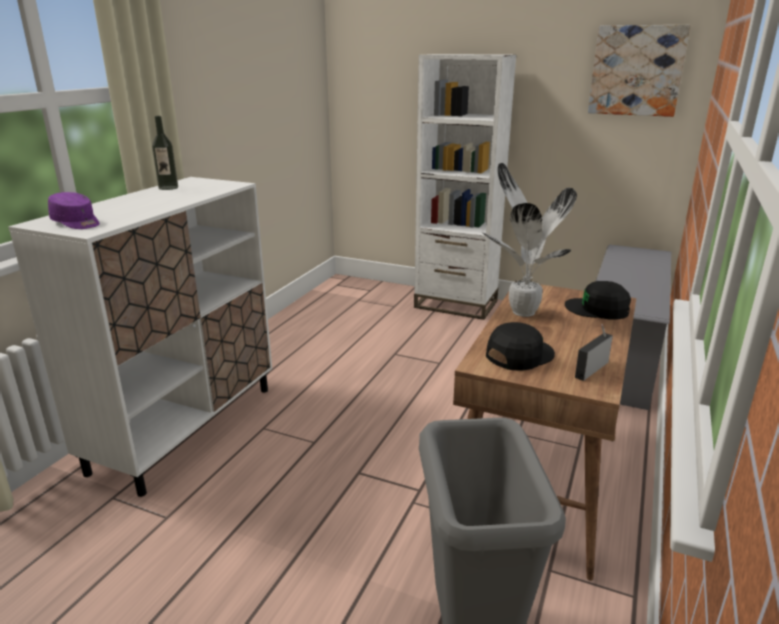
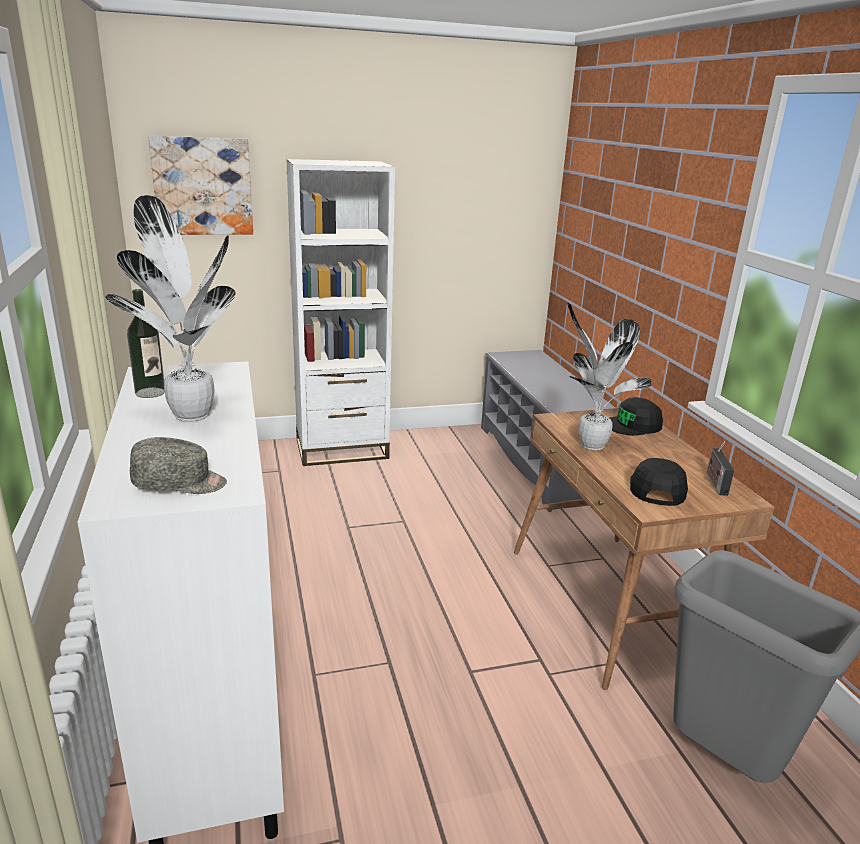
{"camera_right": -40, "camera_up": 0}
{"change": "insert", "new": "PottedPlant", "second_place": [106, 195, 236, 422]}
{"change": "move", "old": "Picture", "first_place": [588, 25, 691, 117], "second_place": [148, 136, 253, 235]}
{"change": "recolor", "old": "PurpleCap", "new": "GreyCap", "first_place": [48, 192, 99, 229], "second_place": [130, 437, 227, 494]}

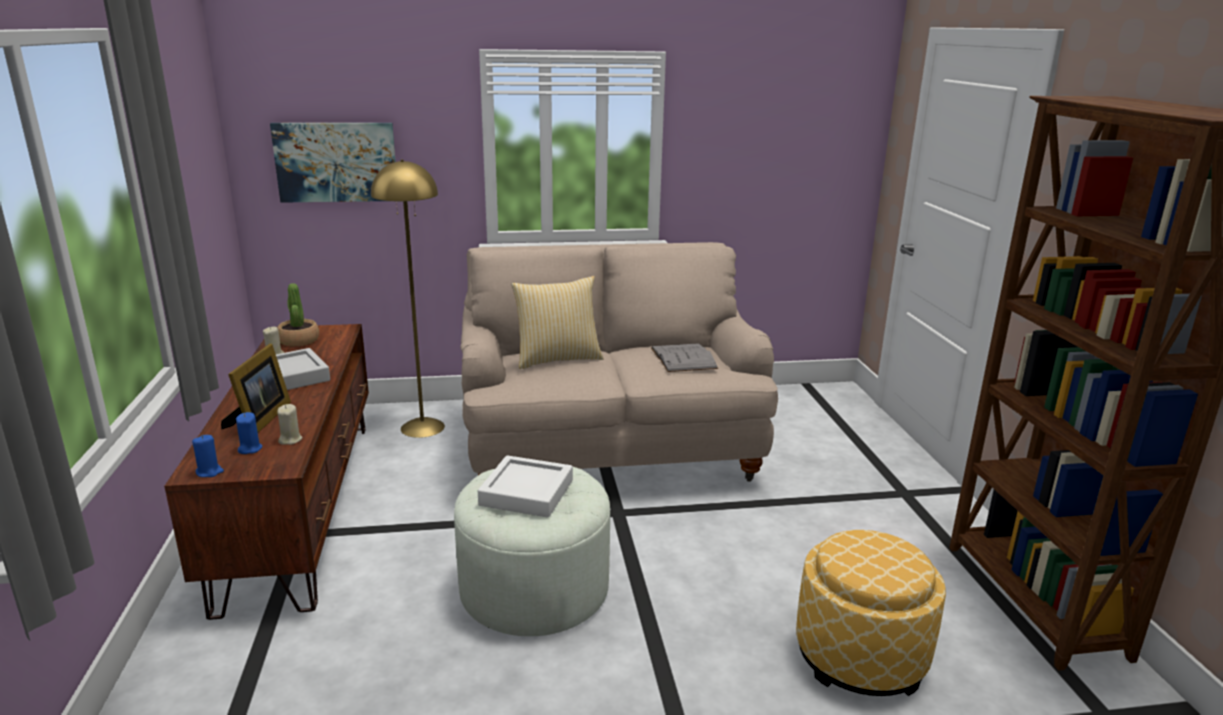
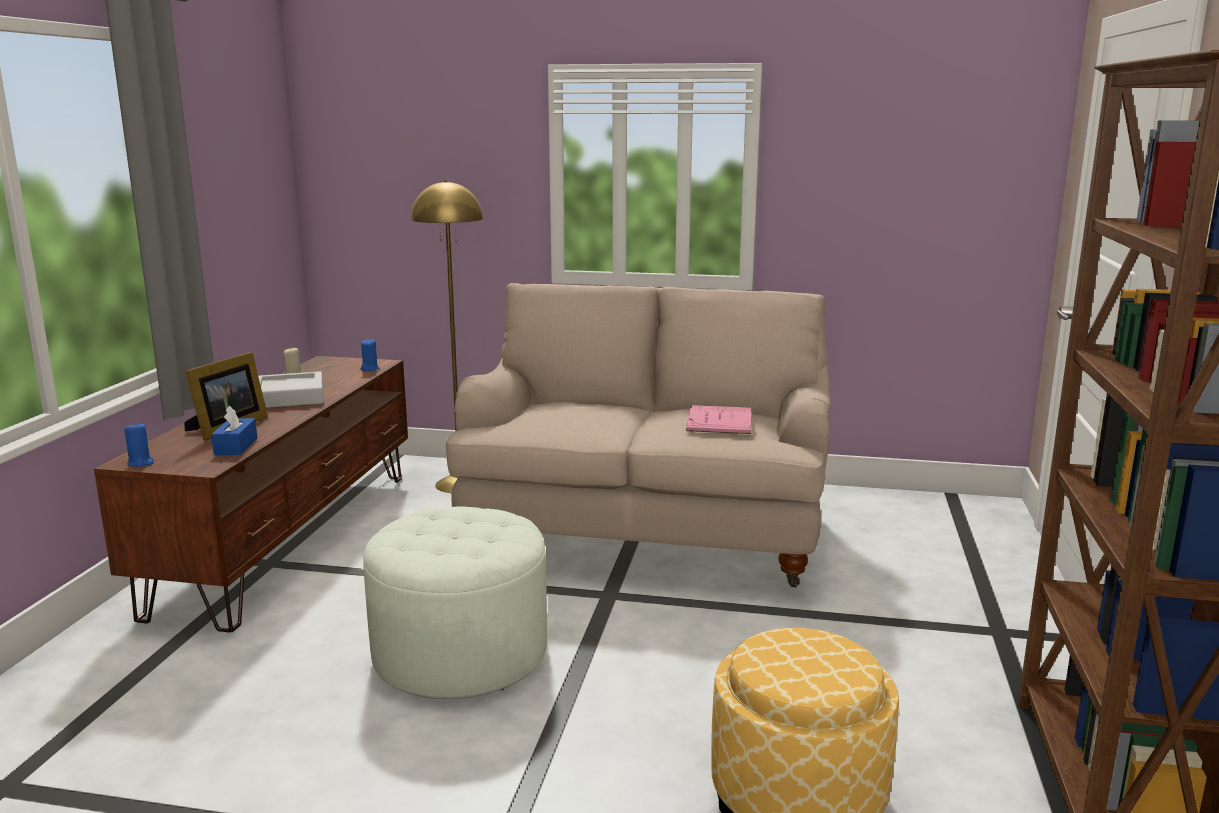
{"camera_right": 20, "camera_up": -5}
{"change": "delete", "old": "Picture", "first_place": [270, 123, 396, 203]}
{"change": "delete", "old": "PottedPlant", "first_place": [278, 283, 319, 346]}
{"change": "delete", "old": "WhiteTray", "first_place": [478, 455, 573, 518]}
{"change": "delete", "old": "Pillow", "first_place": [511, 276, 604, 369]}
{"change": "move", "old": "BlueCandle", "first_place": [236, 412, 262, 454], "second_place": [361, 339, 380, 371]}
{"change": "replace", "old": "BeigeCandle", "new": "BlueTissueBox", "first_place": [277, 404, 303, 445], "second_place": [211, 405, 257, 455]}
{"change": "recolor", "old": "GreyBook", "new": "PinkBook", "first_place": [651, 343, 718, 372], "second_place": [686, 405, 752, 434]}

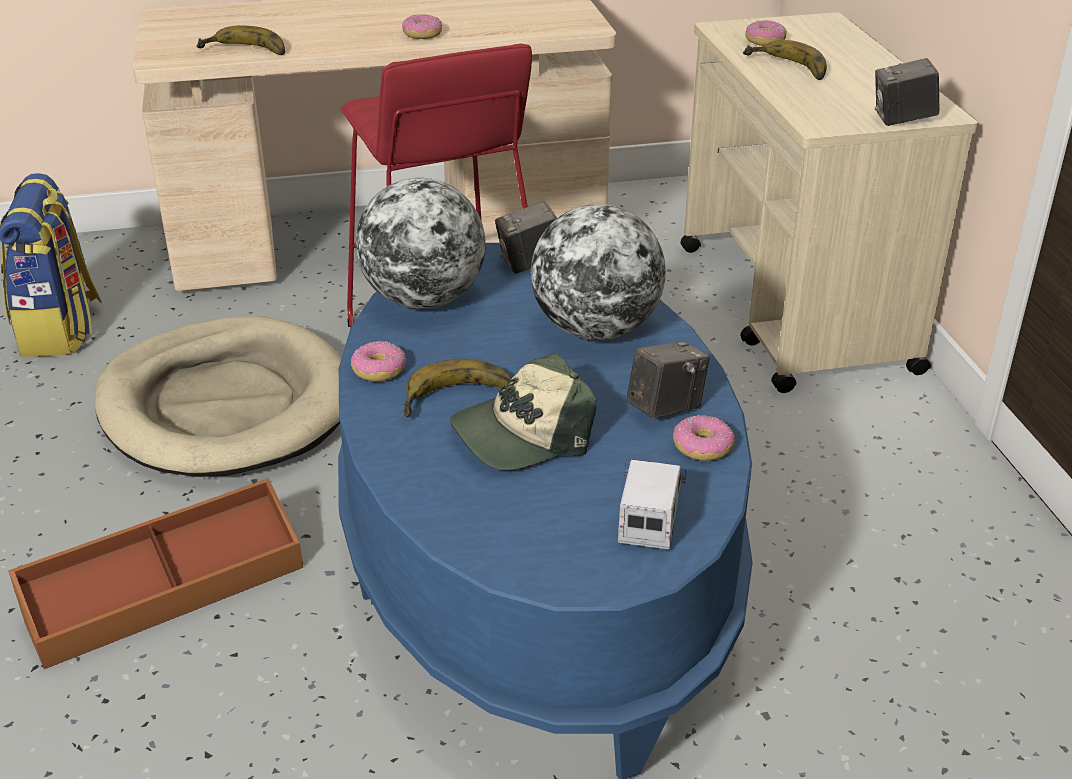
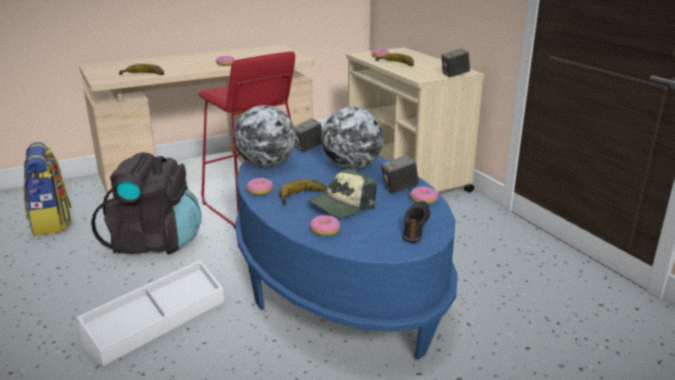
{"camera_right": -15, "camera_up": -10}
{"change": "insert", "new": "Donut", "second_place": [310, 215, 340, 236]}
{"change": "replace", "old": "BeigeDogBed", "new": "BlackBackpack", "first_place": [95, 316, 341, 477], "second_place": [91, 152, 202, 255]}
{"change": "replace", "old": "ToyTruck", "new": "BlackShoe", "first_place": [618, 460, 686, 550], "second_place": [402, 201, 430, 243]}
{"change": "recolor", "old": "BrownStorageBox", "new": "WhiteStorageBox", "first_place": [8, 478, 303, 669], "second_place": [77, 260, 224, 366]}
{"change": "rotate", "old": "PhotoCamera", "first_place": [626, 341, 710, 418], "second_place": [381, 155, 419, 194], "degrees": -150}

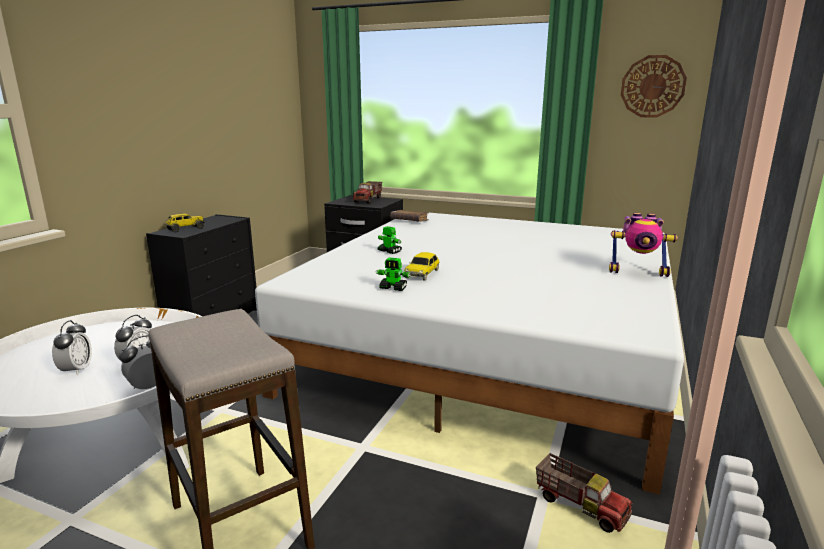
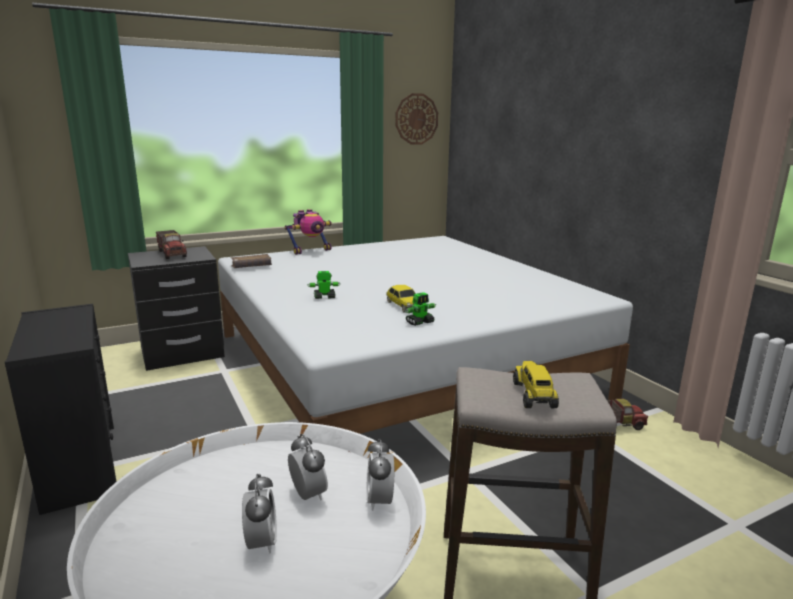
{"camera_right": -50, "camera_up": 0}
{"change": "move", "old": "ToyTruck", "first_place": [163, 213, 205, 233], "second_place": [513, 361, 559, 408]}
{"change": "move", "old": "ToyRobot", "first_place": [609, 213, 678, 277], "second_place": [285, 209, 332, 255]}
{"change": "rotate", "old": "AlarmClock", "first_place": [52, 320, 92, 375], "second_place": [242, 474, 277, 554], "degrees": 45}

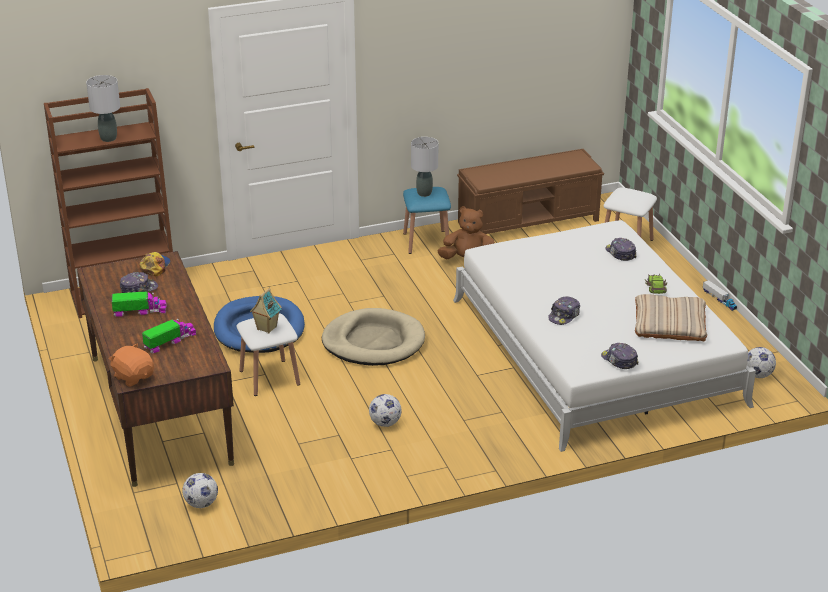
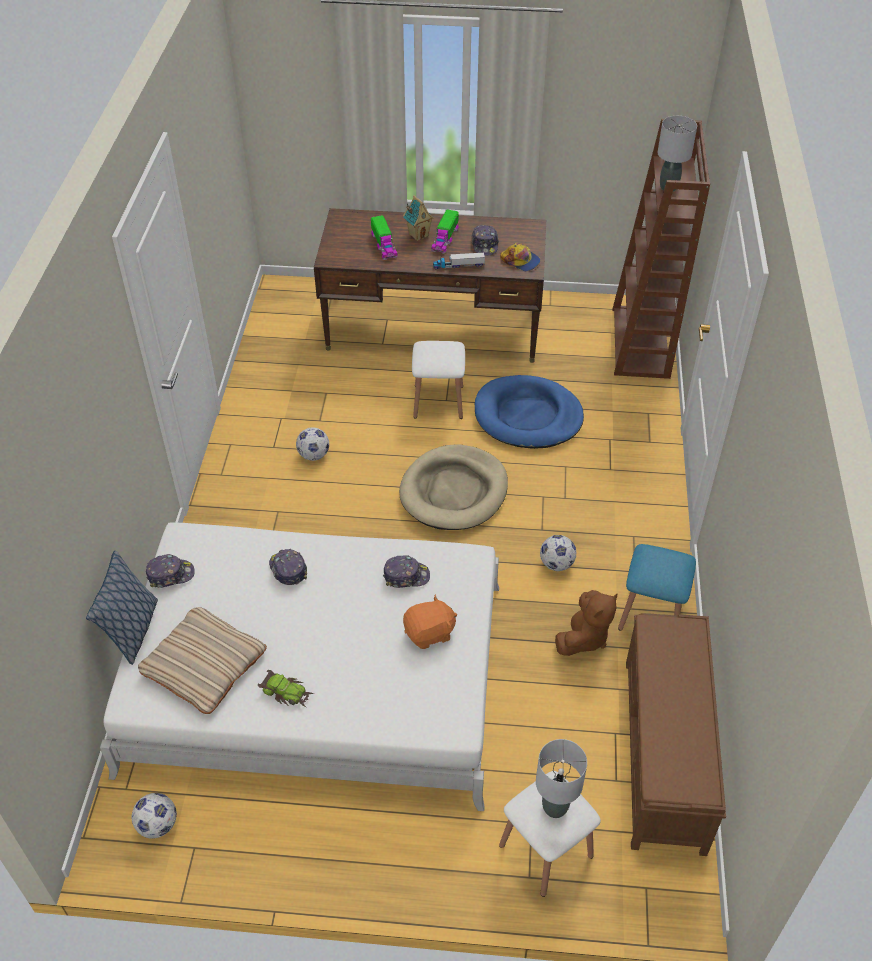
{"camera_right": 115, "camera_up": 15}
{"change": "insert", "new": "Pillow", "second_place": [86, 551, 158, 665]}
{"change": "move", "old": "OrangePlushToy", "first_place": [109, 343, 154, 387], "second_place": [403, 595, 457, 649]}
{"change": "move", "old": "Football", "first_place": [182, 473, 218, 508], "second_place": [540, 535, 576, 571]}
{"change": "move", "old": "ToyHouse", "first_place": [250, 288, 282, 334], "second_place": [403, 196, 434, 241]}
{"change": "move", "old": "GreyTableLamp", "first_place": [411, 137, 438, 197], "second_place": [536, 739, 587, 818]}
{"change": "move", "old": "Cap", "first_place": [605, 238, 637, 261], "second_place": [383, 556, 430, 588]}
{"change": "move", "old": "ToyTruck", "first_place": [703, 280, 737, 311], "second_place": [433, 253, 485, 269]}

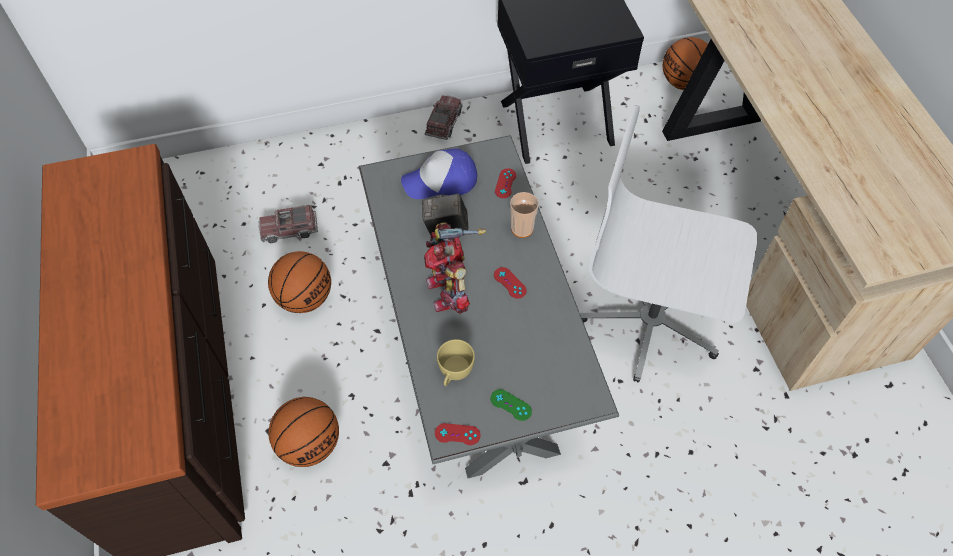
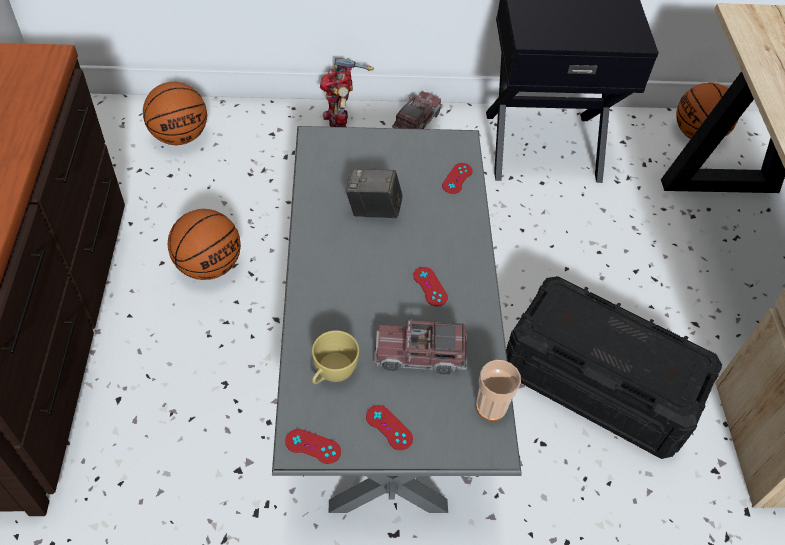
{"camera_right": 10, "camera_up": -5}
{"change": "delete", "old": "Cap", "first_place": [401, 148, 477, 199]}
{"change": "move", "old": "ToyTruck", "first_place": [258, 205, 318, 244], "second_place": [374, 319, 467, 375]}
{"change": "move", "old": "Basketball", "first_place": [269, 397, 339, 467], "second_place": [143, 82, 207, 145]}
{"change": "move", "old": "ToyRobot", "first_place": [424, 222, 486, 314], "second_place": [320, 58, 374, 127]}
{"change": "move", "old": "Cup", "first_place": [510, 192, 539, 238], "second_place": [476, 360, 521, 421]}
{"change": "replace", "old": "WhiteOfficeChair", "new": "BlackStorageBox", "first_place": [580, 105, 758, 382], "second_place": [506, 276, 722, 459]}
{"change": "recolor", "old": "GreenGameController", "new": "RedGameController", "first_place": [490, 389, 532, 421], "second_place": [366, 405, 413, 450]}

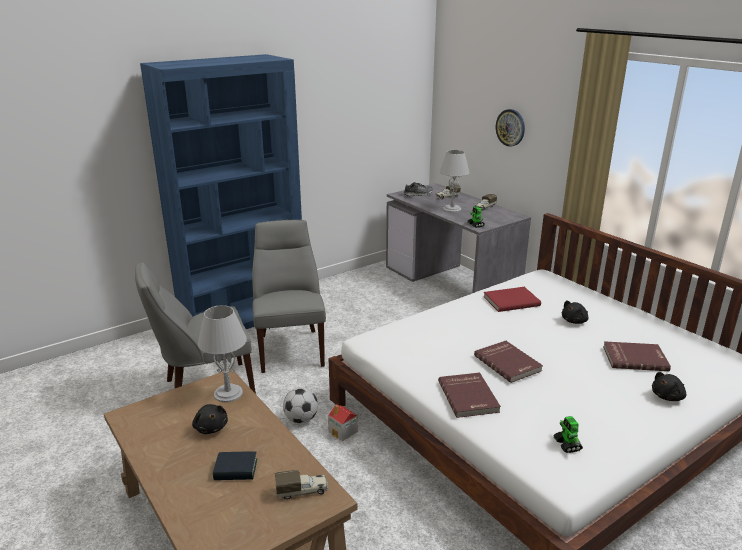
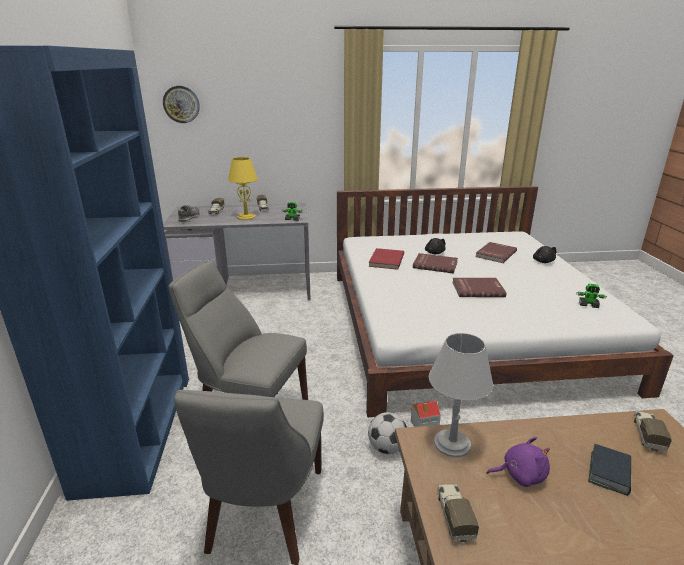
{"camera_right": -60, "camera_up": 0}
{"change": "insert", "new": "ToyTruck", "second_place": [437, 483, 479, 543]}
{"change": "move", "old": "RedBook", "first_place": [438, 372, 501, 418], "second_place": [413, 253, 458, 274]}
{"change": "move", "old": "WallClock", "first_place": [496, 109, 525, 147], "second_place": [163, 86, 200, 123]}
{"change": "recolor", "old": "BlackPlushToy", "new": "PurplePlushToy", "first_place": [192, 404, 228, 434], "second_place": [487, 437, 550, 487]}
{"change": "recolor", "old": "GreyTableLamp", "new": "YellowTableLamp", "first_place": [440, 150, 469, 212], "second_place": [228, 157, 258, 220]}

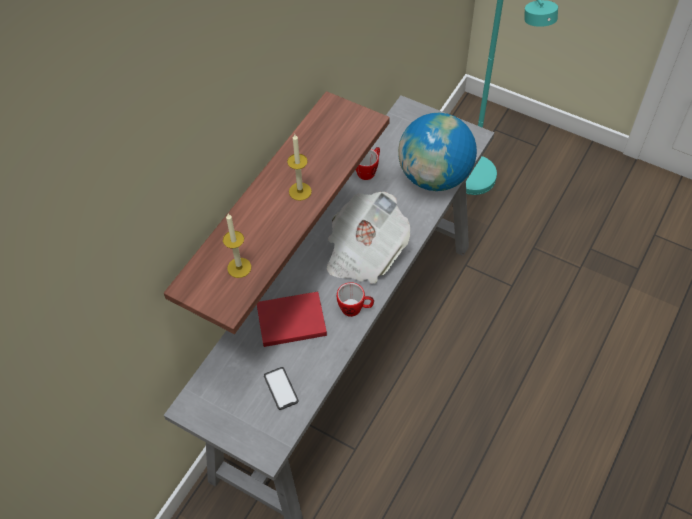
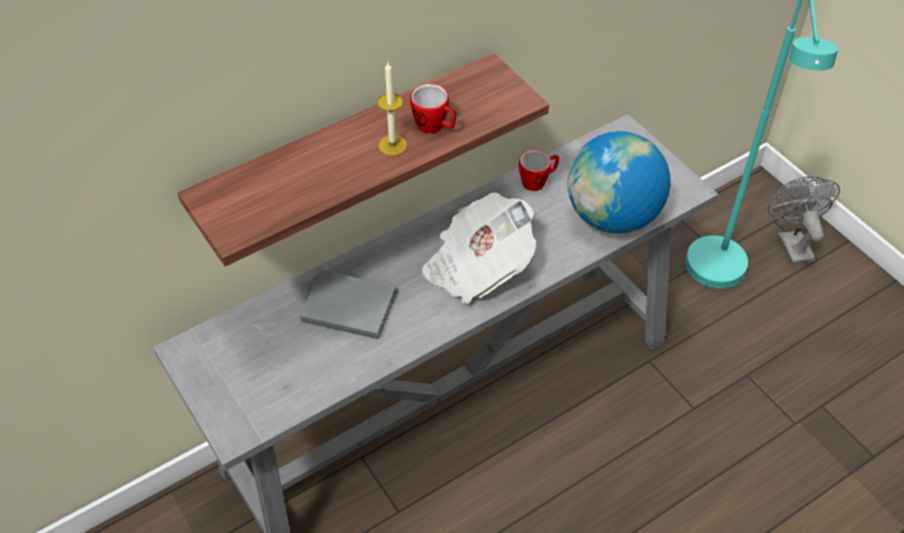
{"camera_right": 25, "camera_up": -5}
{"change": "delete", "old": "Candle", "first_place": [223, 214, 251, 278]}
{"change": "delete", "old": "Phone", "first_place": [264, 367, 299, 410]}
{"change": "insert", "new": "GreyFan", "second_place": [768, 176, 840, 265]}
{"change": "move", "old": "Mug", "first_place": [337, 282, 374, 317], "second_place": [410, 84, 456, 134]}
{"change": "recolor", "old": "RedBook", "new": "GreyBook", "first_place": [257, 291, 327, 347], "second_place": [300, 270, 396, 339]}

